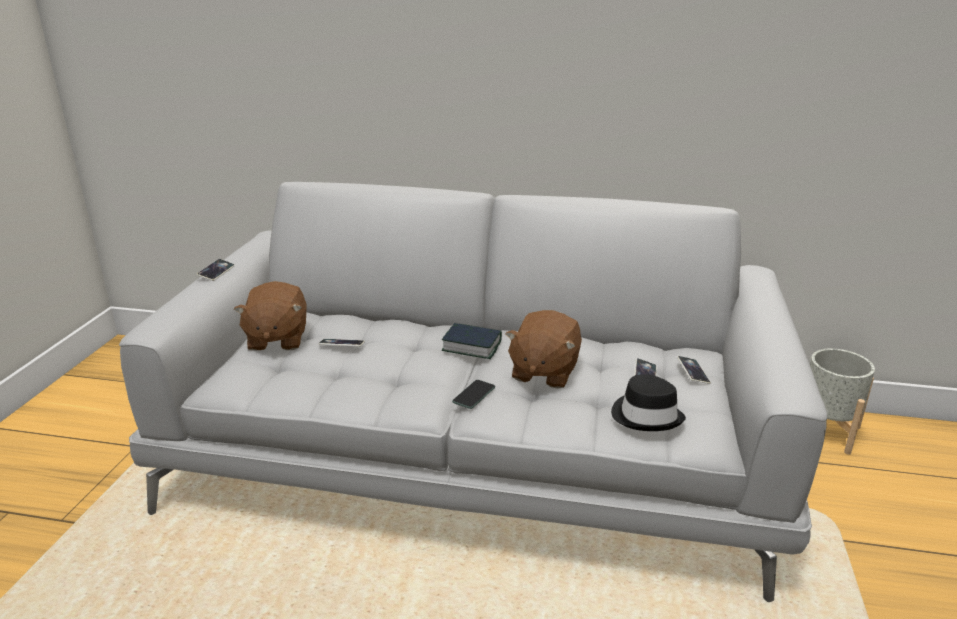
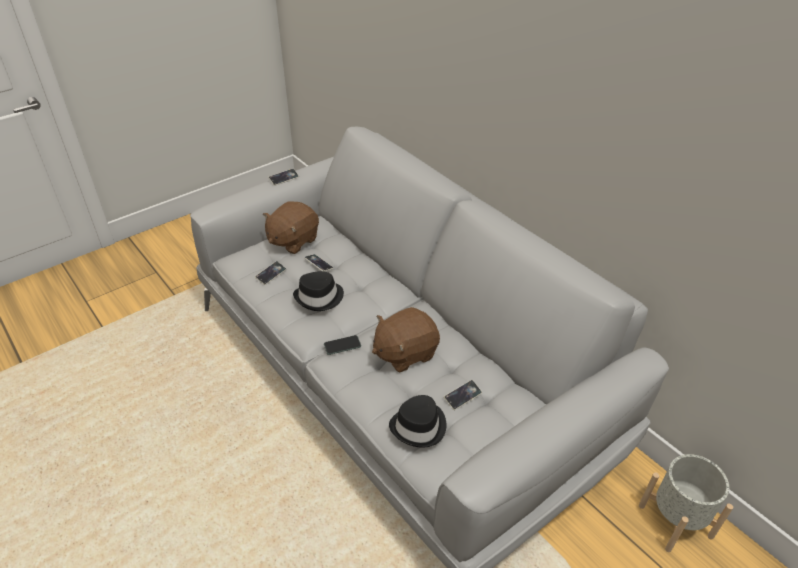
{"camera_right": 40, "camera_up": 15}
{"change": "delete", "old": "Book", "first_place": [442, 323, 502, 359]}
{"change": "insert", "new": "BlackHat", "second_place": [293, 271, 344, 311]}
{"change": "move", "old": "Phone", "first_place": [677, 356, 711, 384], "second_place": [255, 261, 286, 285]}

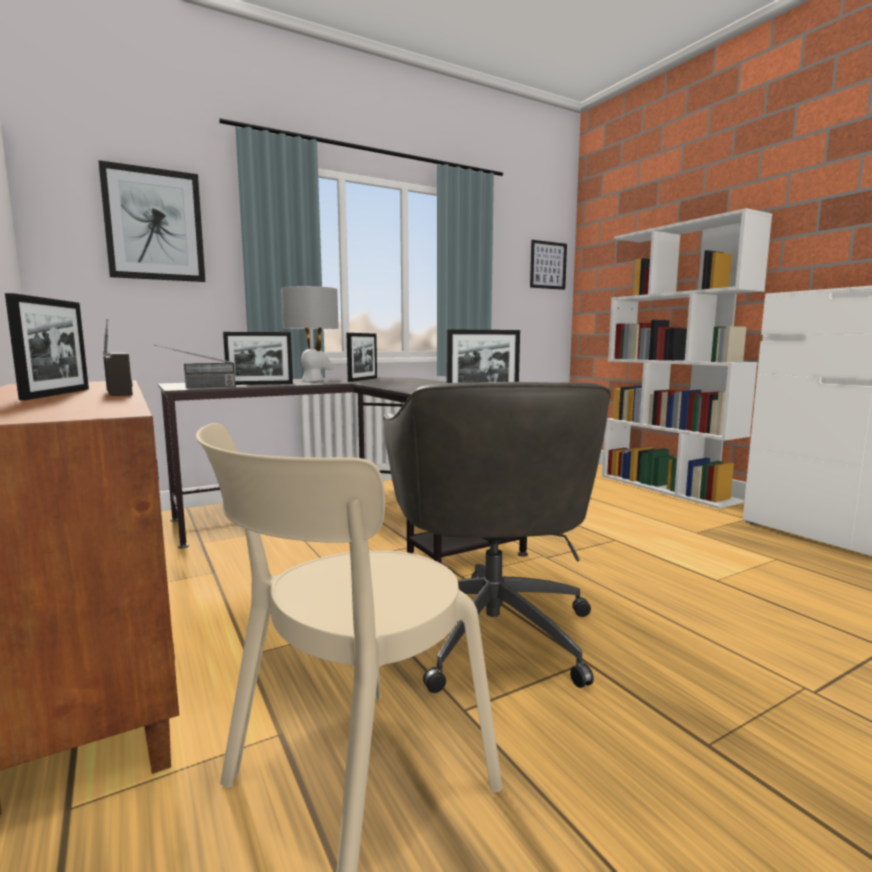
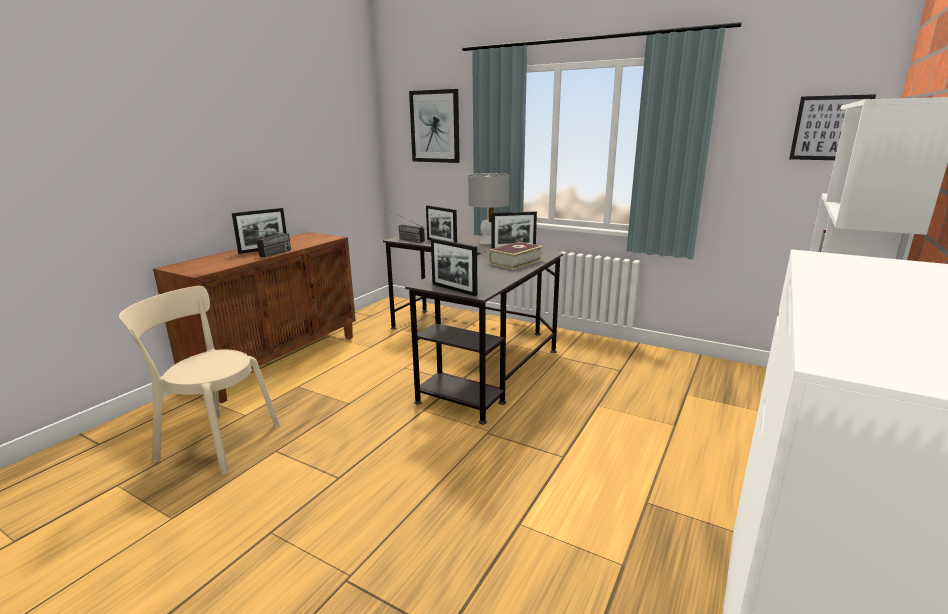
{"camera_right": 60, "camera_up": 10}
{"change": "delete", "old": "GreyOfficeChair", "first_place": [384, 382, 611, 693]}
{"change": "insert", "new": "Book", "second_place": [488, 242, 543, 270]}

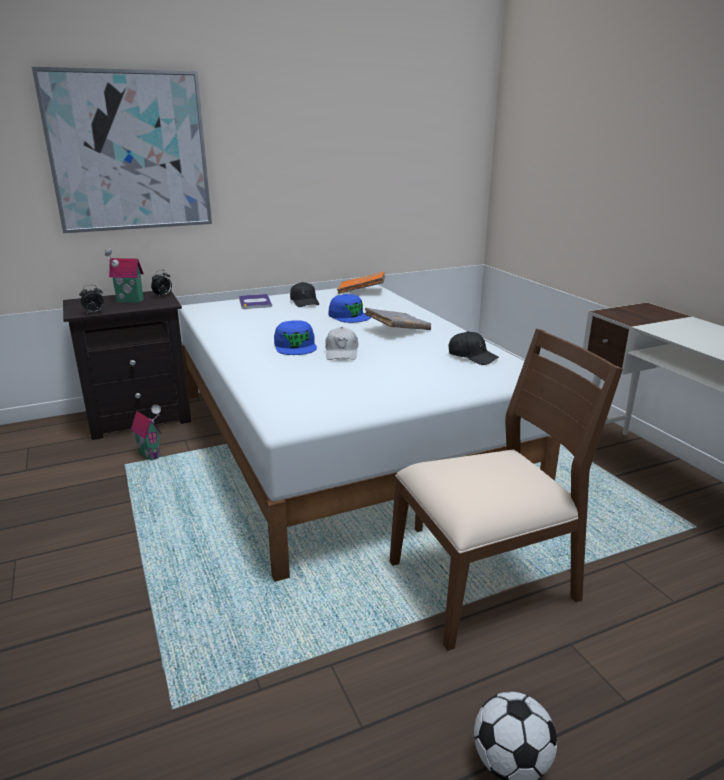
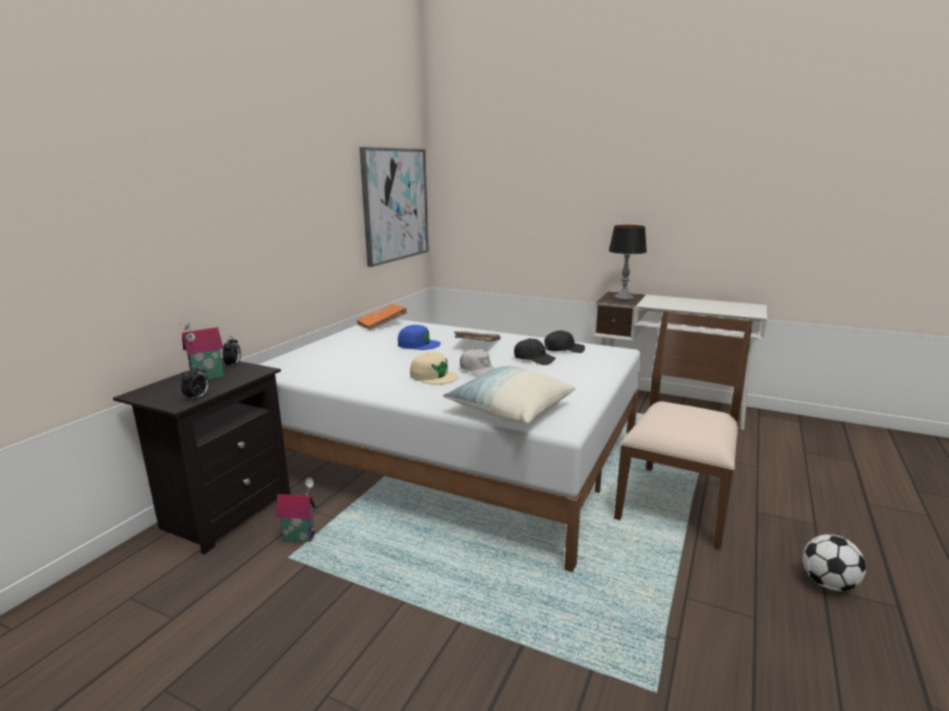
{"camera_right": -40, "camera_up": -5}
{"change": "delete", "old": "Book", "first_place": [239, 294, 272, 309]}
{"change": "insert", "new": "Pillow", "second_place": [443, 366, 575, 424]}
{"change": "insert", "new": "TableLamp", "second_place": [609, 225, 647, 301]}
{"change": "move", "old": "Picture", "first_place": [32, 67, 212, 233], "second_place": [359, 147, 429, 267]}
{"change": "move", "old": "BlackCap", "first_place": [290, 282, 319, 307], "second_place": [514, 338, 556, 365]}
{"change": "recolor", "old": "BlueCap", "new": "BeigeCap", "first_place": [274, 320, 317, 355], "second_place": [410, 352, 458, 385]}

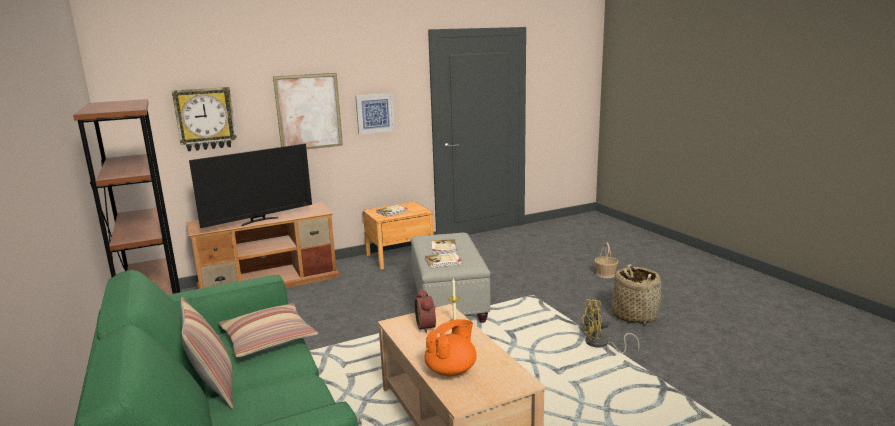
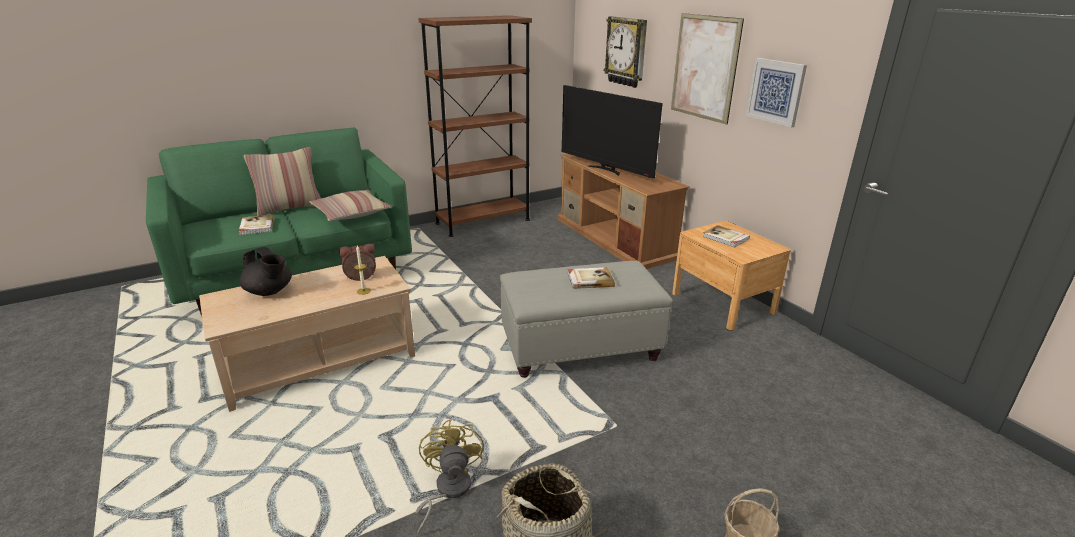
{"camera_right": 85, "camera_up": 10}
{"change": "move", "old": "Book", "first_place": [425, 252, 462, 268], "second_place": [239, 214, 274, 235]}
{"change": "recolor", "old": "OrangeTeapot", "new": "BlackTeapot", "first_place": [424, 319, 477, 376], "second_place": [239, 247, 292, 296]}

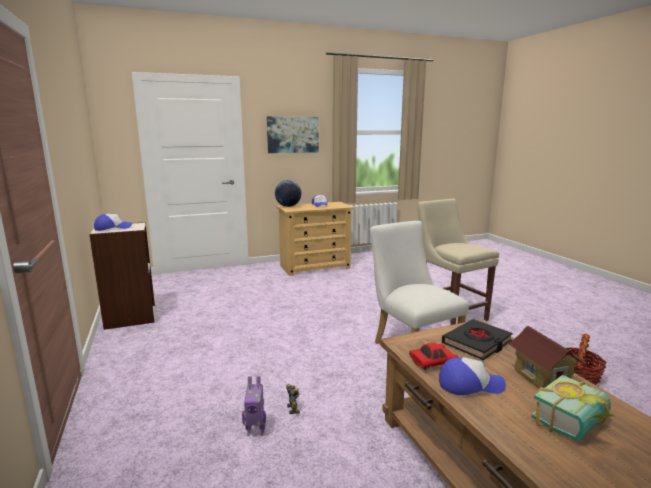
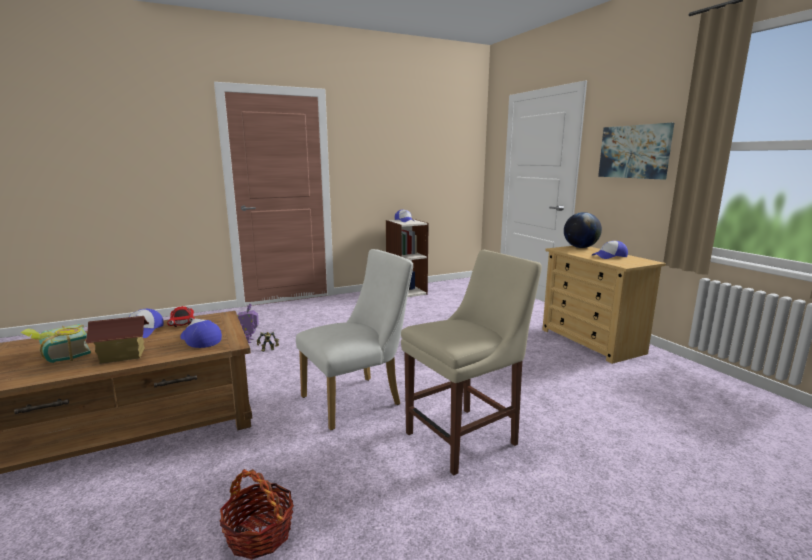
{"camera_right": 85, "camera_up": 0}
{"change": "replace", "old": "BlackBook", "new": "Cap", "first_place": [442, 319, 513, 360], "second_place": [180, 319, 222, 348]}

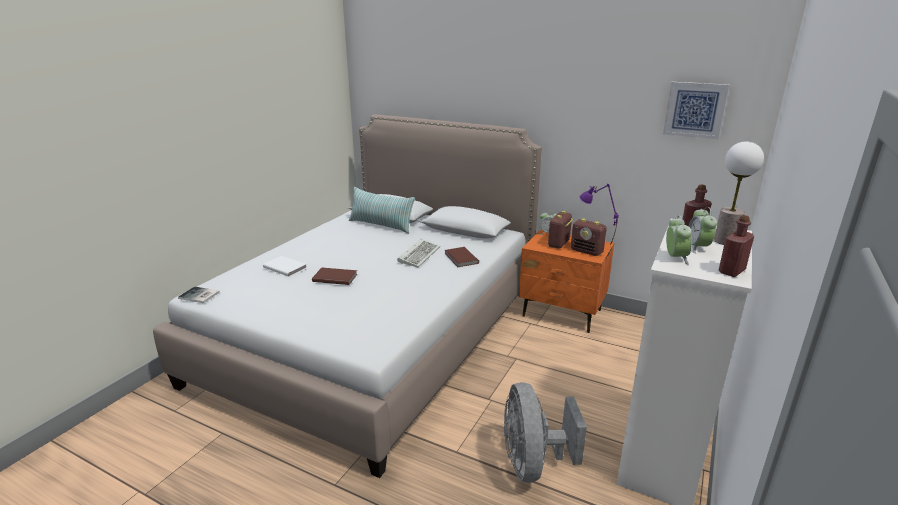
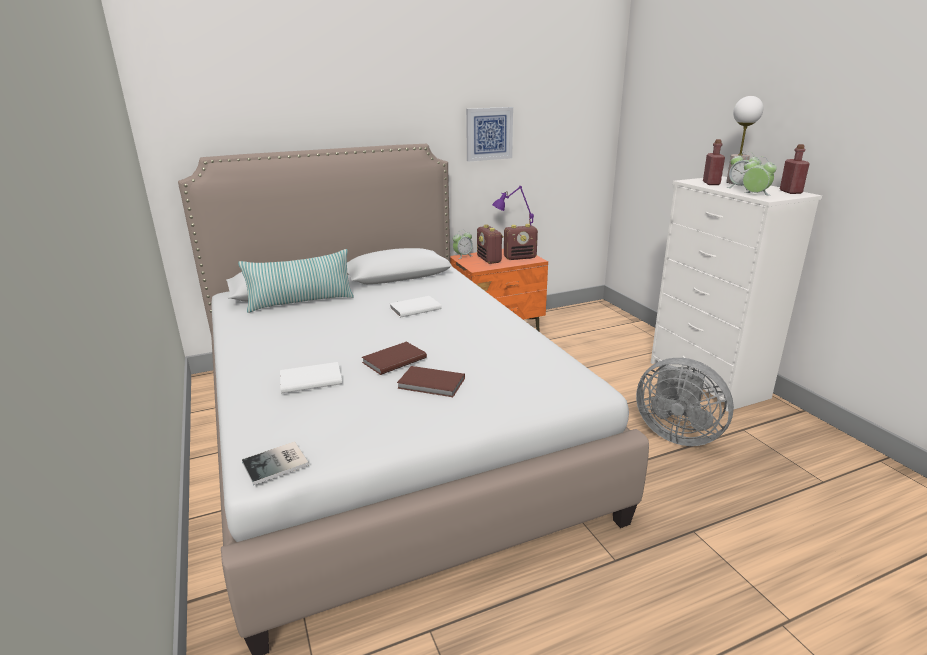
{"camera_right": -50, "camera_up": 0}
{"change": "move", "old": "BrownBook", "first_place": [445, 247, 479, 267], "second_place": [397, 366, 465, 397]}
{"change": "move", "old": "Picture", "first_place": [663, 82, 729, 139], "second_place": [466, 107, 513, 162]}
{"change": "replace", "old": "Keyboard", "new": "WhiteBook", "first_place": [397, 239, 440, 267], "second_place": [389, 296, 442, 318]}

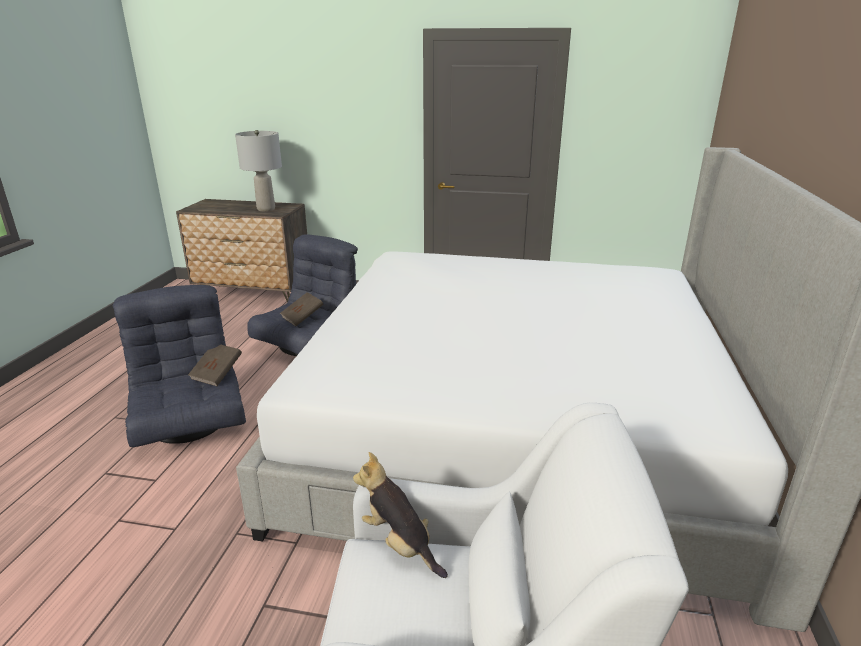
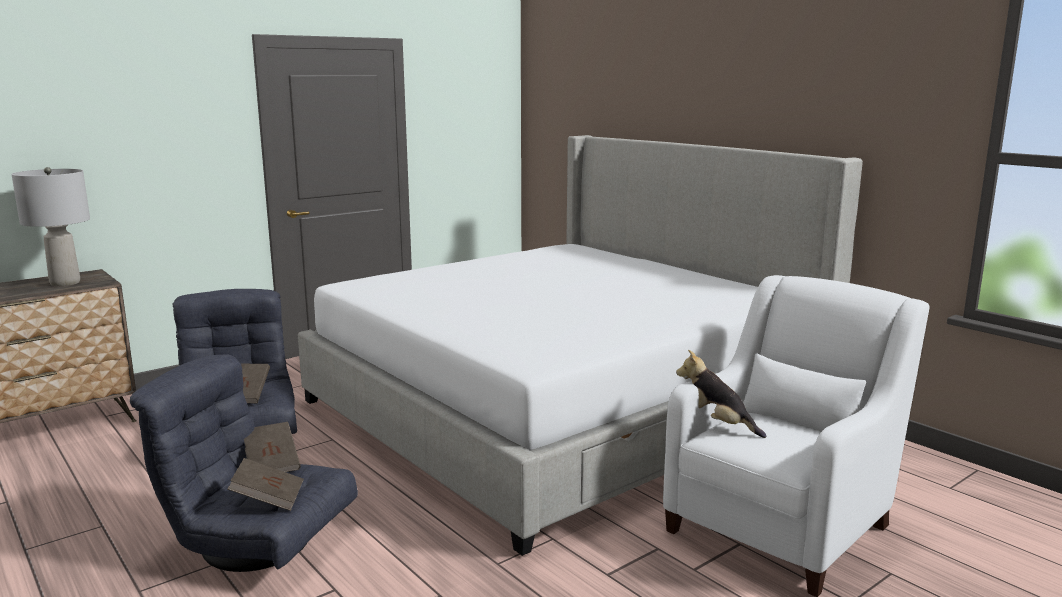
{"camera_right": -50, "camera_up": -10}
{"change": "insert", "new": "BrownBook", "second_place": [228, 458, 304, 511]}
{"change": "rotate", "old": "PlushToy", "first_place": [353, 452, 448, 578], "second_place": [676, 350, 766, 438], "degrees": 45}

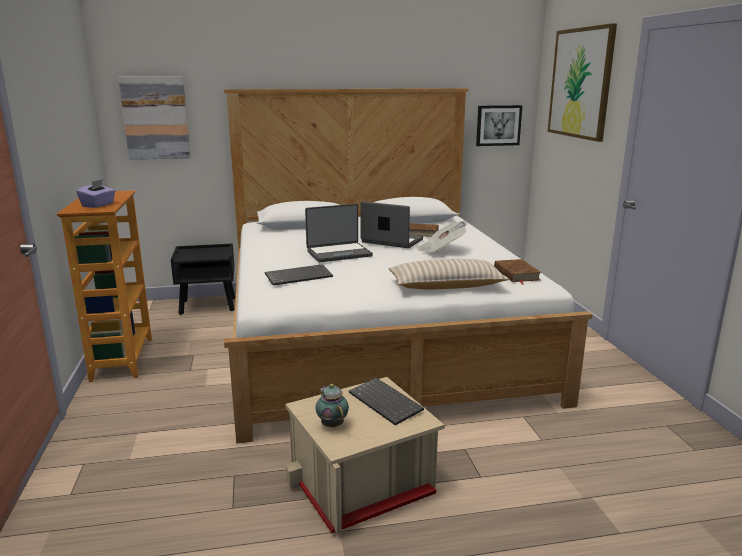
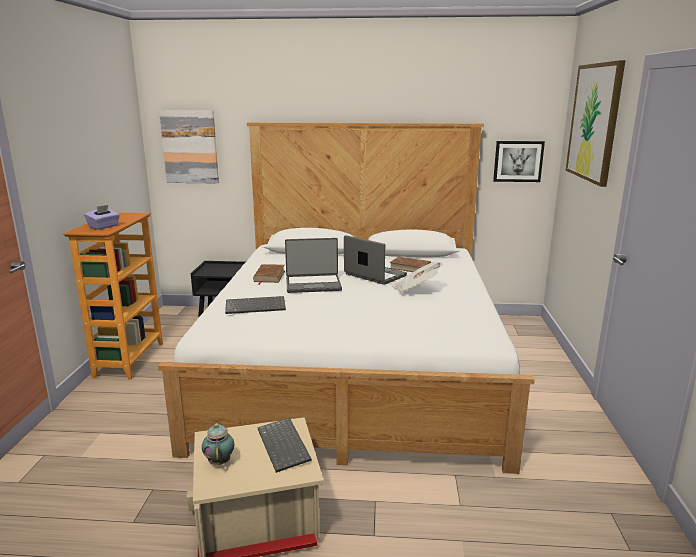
{"camera_right": 15, "camera_up": 0}
{"change": "delete", "old": "BeigePillow", "first_place": [389, 259, 509, 290]}
{"change": "move", "old": "BrownBook", "first_place": [494, 259, 542, 285], "second_place": [253, 264, 285, 285]}

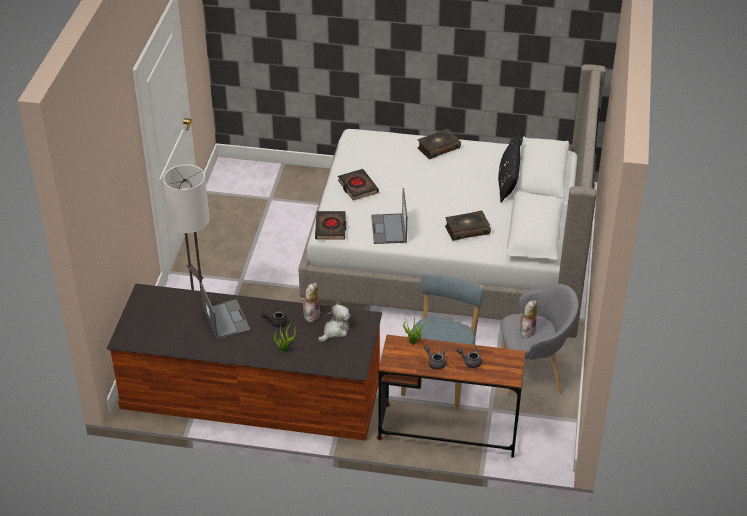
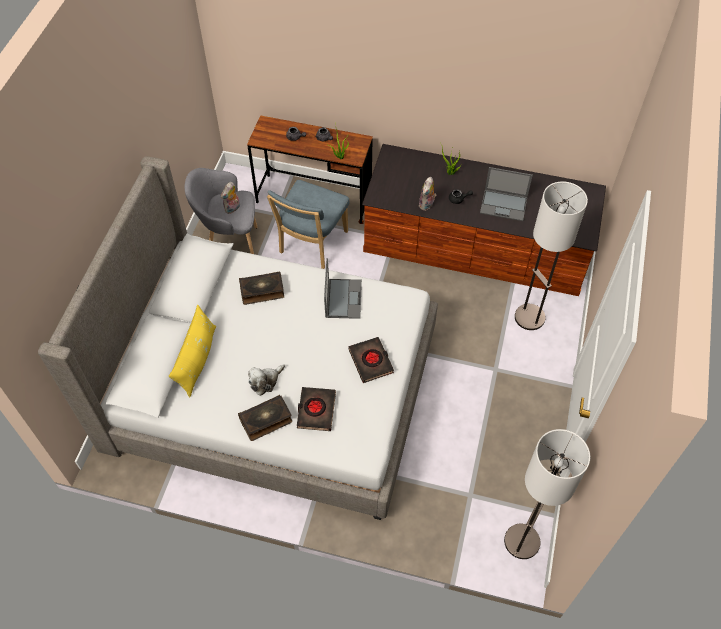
{"camera_right": -175, "camera_up": 15}
{"change": "insert", "new": "FloorLamp", "second_place": [504, 429, 590, 559]}
{"change": "move", "old": "BlackBook", "first_place": [315, 211, 346, 240], "second_place": [297, 387, 336, 431]}
{"change": "move", "old": "PlushToy", "first_place": [318, 304, 350, 342], "second_place": [248, 364, 285, 396]}
{"change": "recolor", "old": "BlackPillow", "new": "YellowPillow", "first_place": [498, 134, 520, 202], "second_place": [169, 305, 216, 398]}
{"change": "rotate", "old": "Laptop", "first_place": [200, 282, 251, 340], "second_place": [480, 167, 533, 221], "degrees": -60}

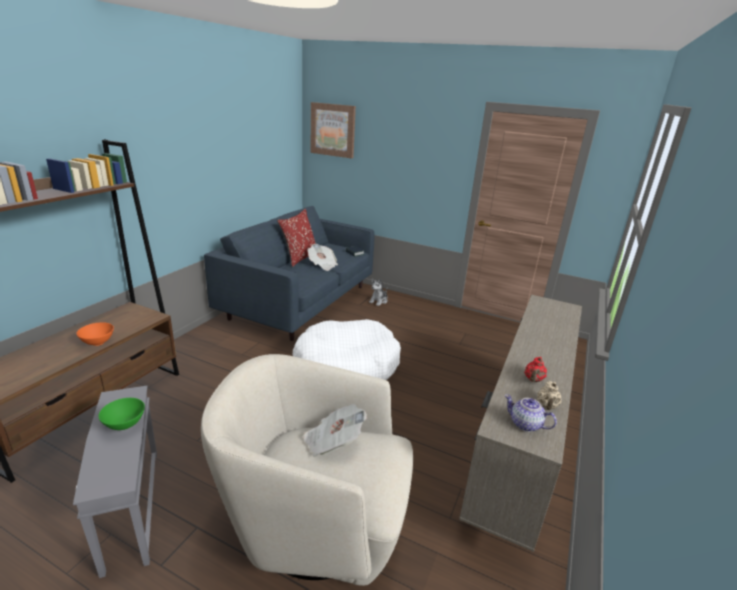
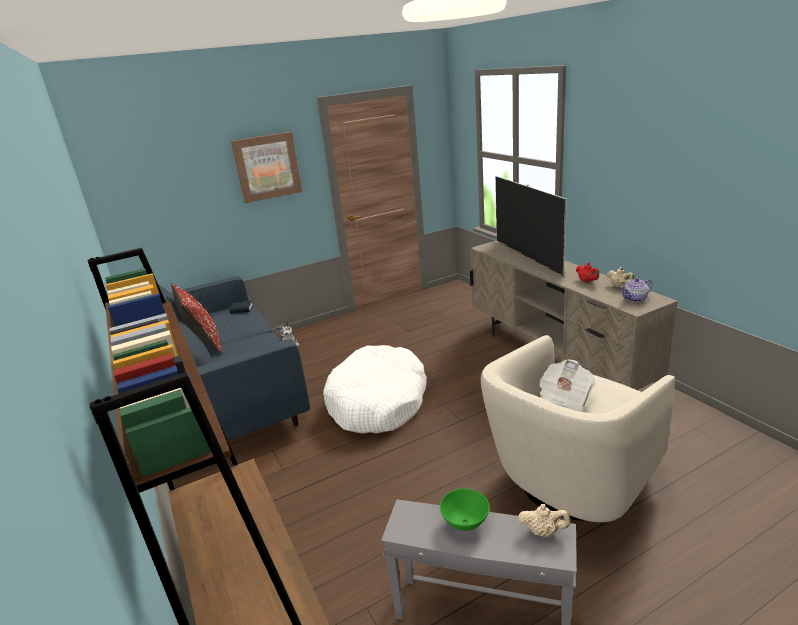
{"camera_right": -50, "camera_up": 0}
{"change": "delete", "old": "OrangeBowl", "first_place": [76, 322, 114, 346]}
{"change": "delete", "old": "Newspaper", "first_place": [307, 244, 338, 271]}
{"change": "insert", "new": "Television", "second_place": [495, 176, 567, 276]}
{"change": "insert", "new": "BeigeTeapot", "second_place": [518, 504, 571, 537]}
{"change": "move", "old": "Picture", "first_place": [311, 102, 356, 158], "second_place": [231, 132, 302, 203]}

